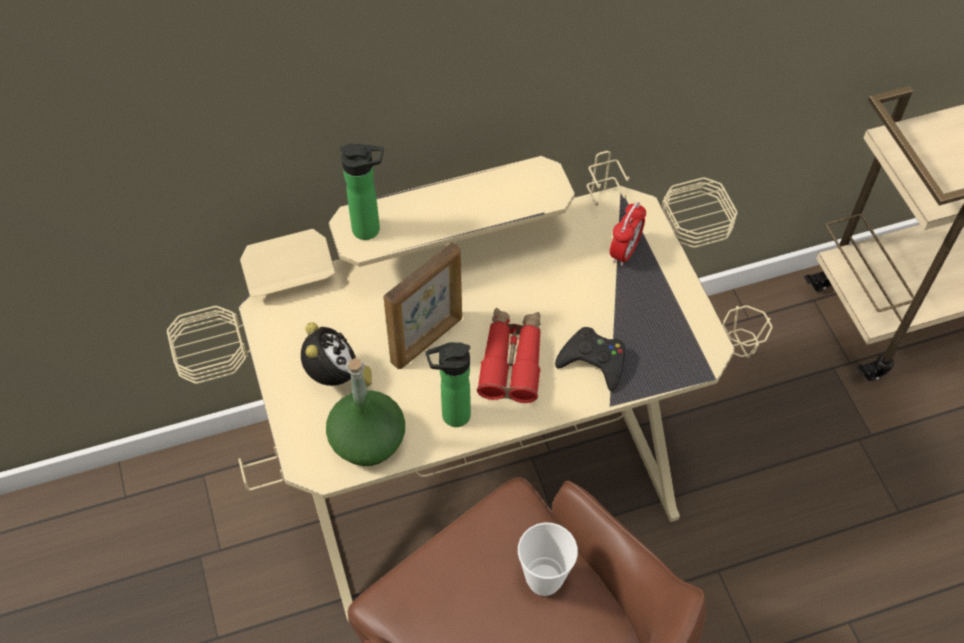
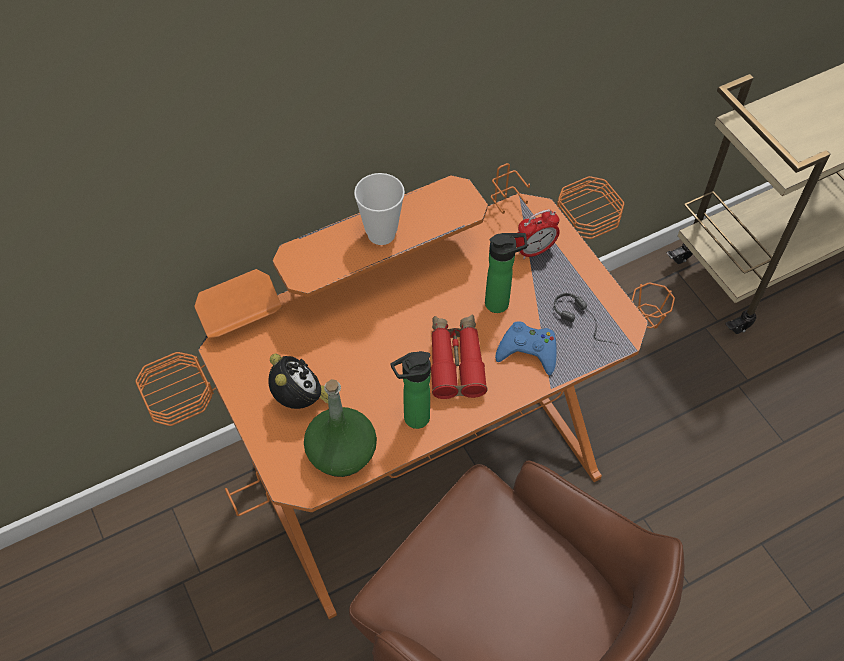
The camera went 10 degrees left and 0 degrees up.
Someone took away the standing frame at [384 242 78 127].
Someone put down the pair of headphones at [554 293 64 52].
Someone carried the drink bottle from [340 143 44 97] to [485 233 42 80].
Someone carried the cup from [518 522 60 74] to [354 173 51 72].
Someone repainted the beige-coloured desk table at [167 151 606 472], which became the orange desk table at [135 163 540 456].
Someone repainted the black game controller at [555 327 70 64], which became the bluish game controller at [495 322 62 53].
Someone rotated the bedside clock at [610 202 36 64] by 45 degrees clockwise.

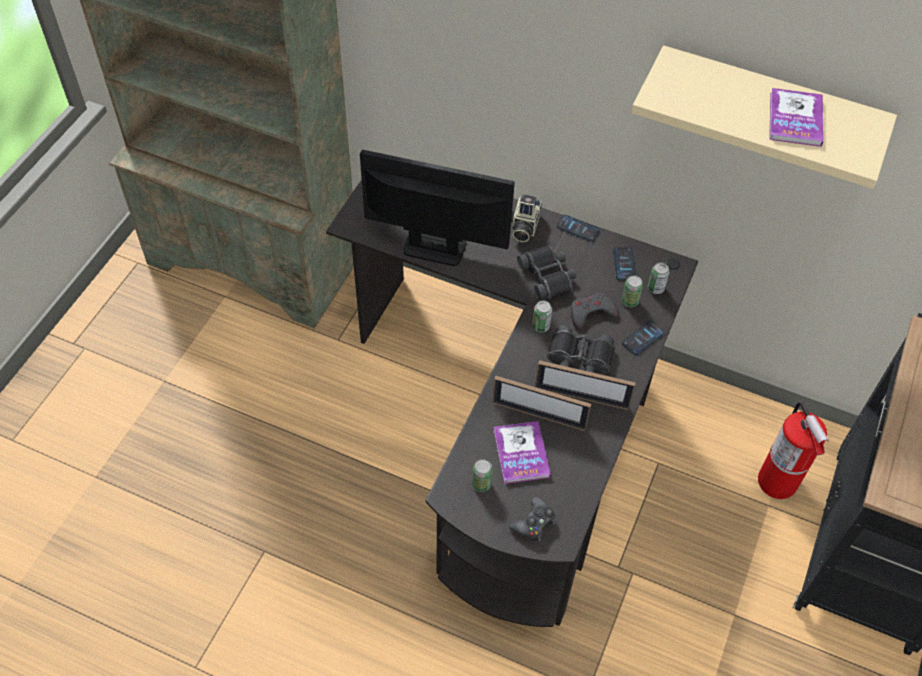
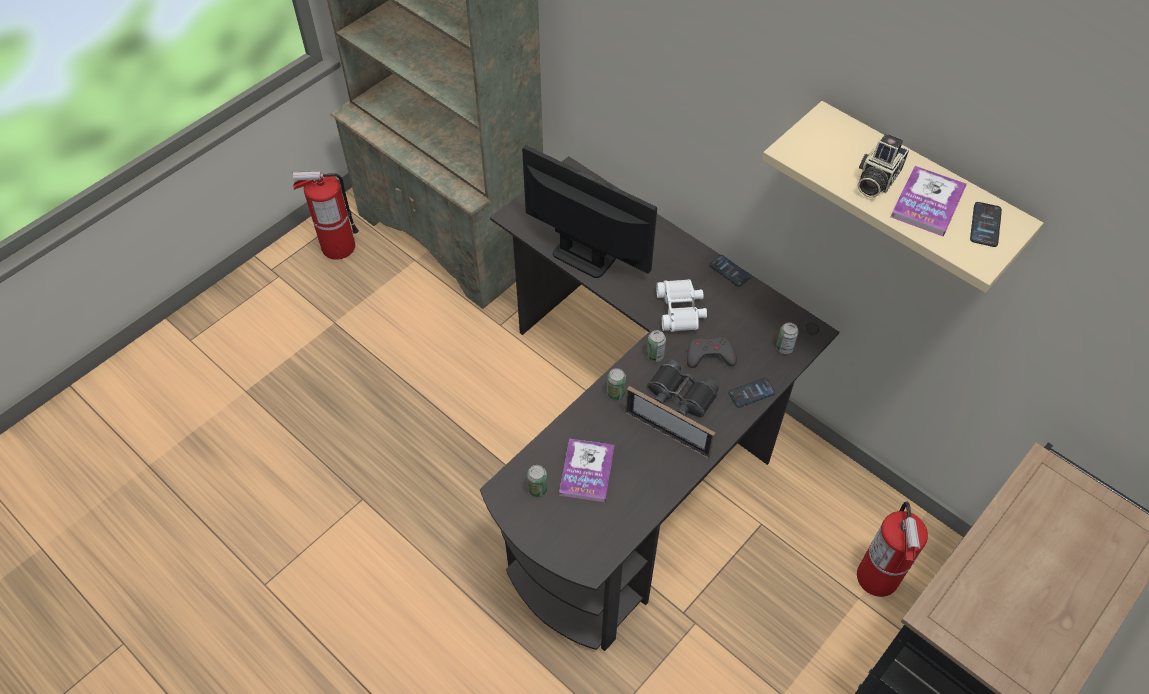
The camera went 20 degrees right and 0 degrees up.
Someone took away the standing frame at [492 376 99 55].
Someone took away the black game controller at [509 497 47 45].
Someone put down the extinguisher at [293 171 66 89].
Someone carried the photo camera from [511 194 31 48] to [858 133 51 64].
Someone carried the telephone from [613 247 24 33] to [970 202 32 45].
Someone carried the sealed can from [622 276 21 31] to [607 368 19 32].
Someone repainted the black field glasses at [517 245 59 56], which became the white field glasses at [656 279 51 53].

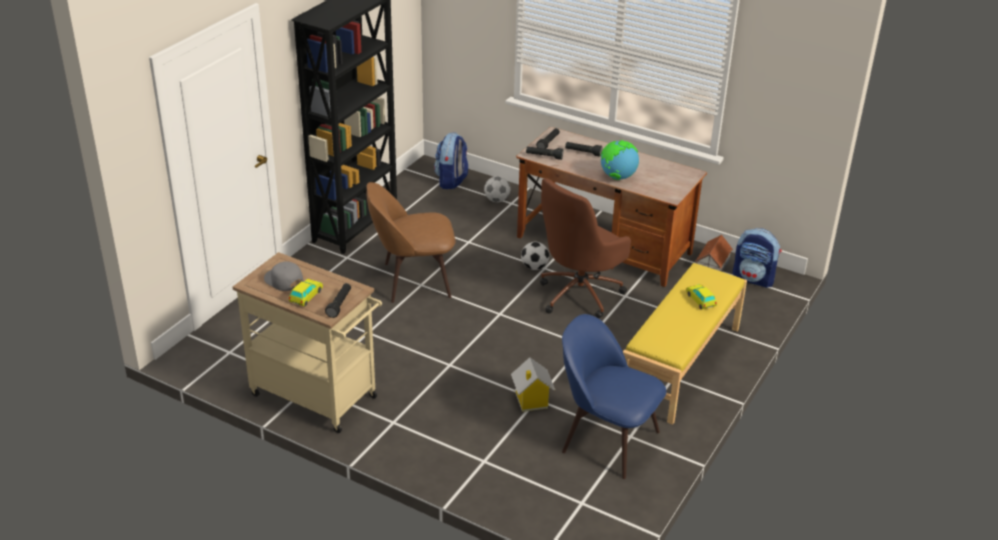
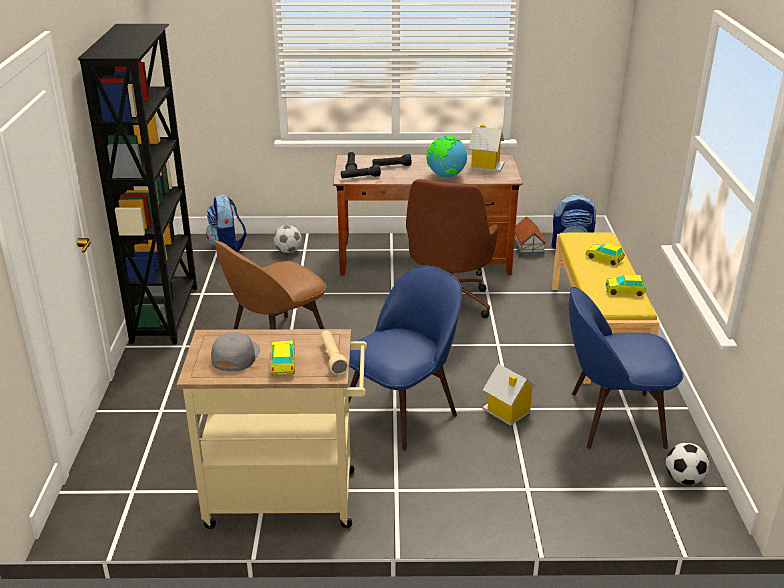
The camera went 30 degrees left and 5 degrees down.
Someone put down the bluish upright chair at [349 265 113 186].
Someone put down the toy house at [469 124 36 48].
Someone put down the toy car at [606 275 40 21].
Someone carried the football from [521 242 28 28] to [666 443 44 42].
Someone repainted the black flashlight at [325 283 26 35], which became the beige-coloured flashlight at [321 331 28 44].
Someone rotated the greyish peaked cap at [264 261 39 30] by 90 degrees clockwise.

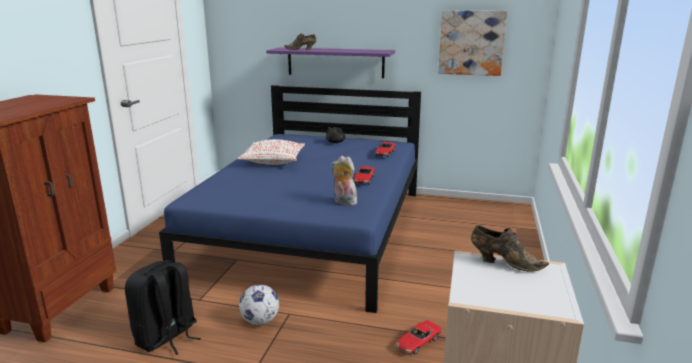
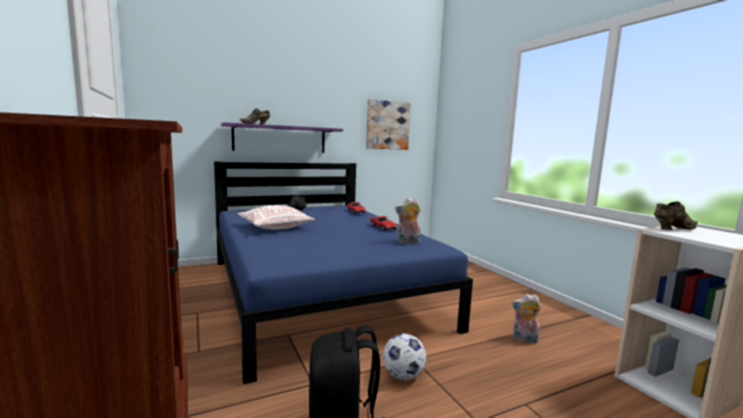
The camera went 40 degrees left and 10 degrees down.
Someone swapped the toy car at [396 320 46 34] for the soft toy at [512 294 29 49].

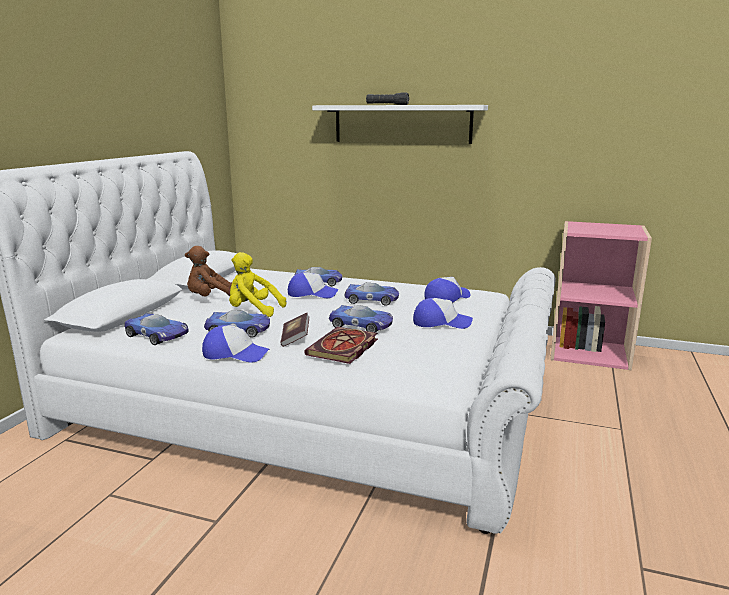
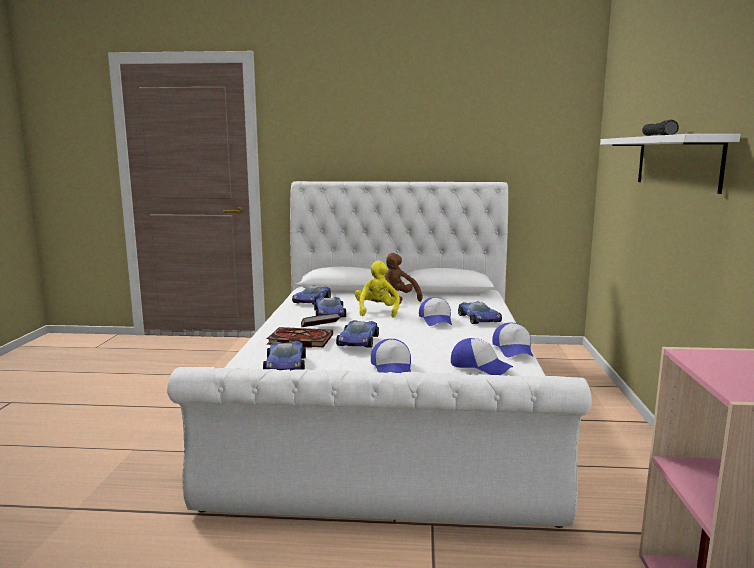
The camera went 75 degrees right and 5 degrees down.
Someone carried the peaked cap from [202 325 68 37] to [492 323 41 34].
Someone carried the toy car from [344 283 55 23] to [263 341 43 29].

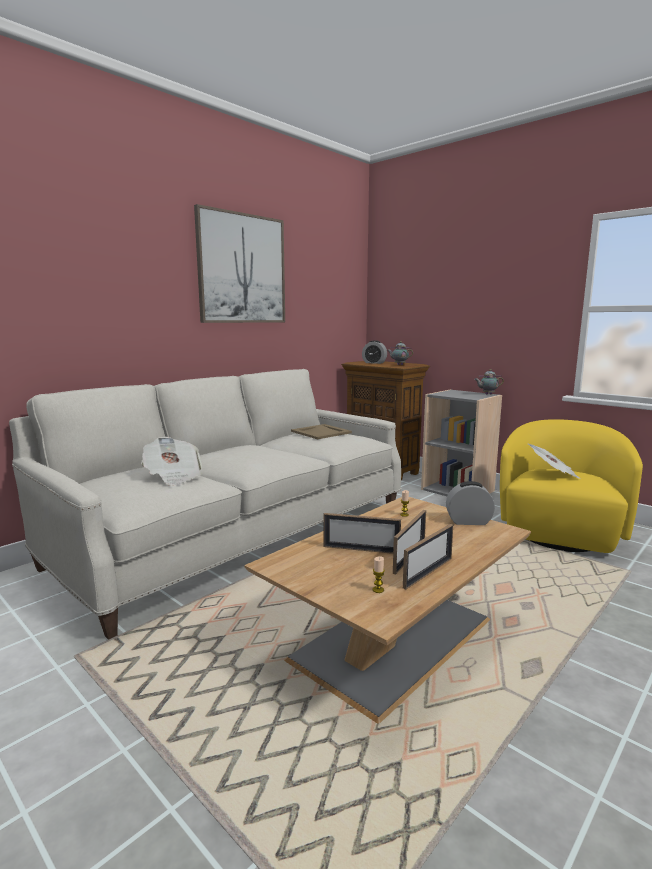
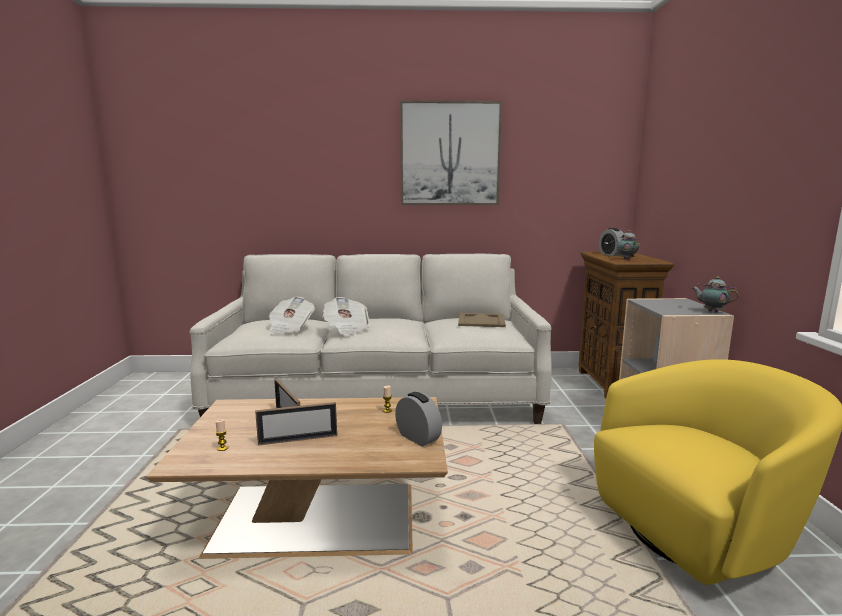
The camera went 45 degrees right and 0 degrees up.
Someone took away the standing frame at [403 524 50 66].
Someone carried the daily paper from [527 443 53 36] to [323 297 46 39].

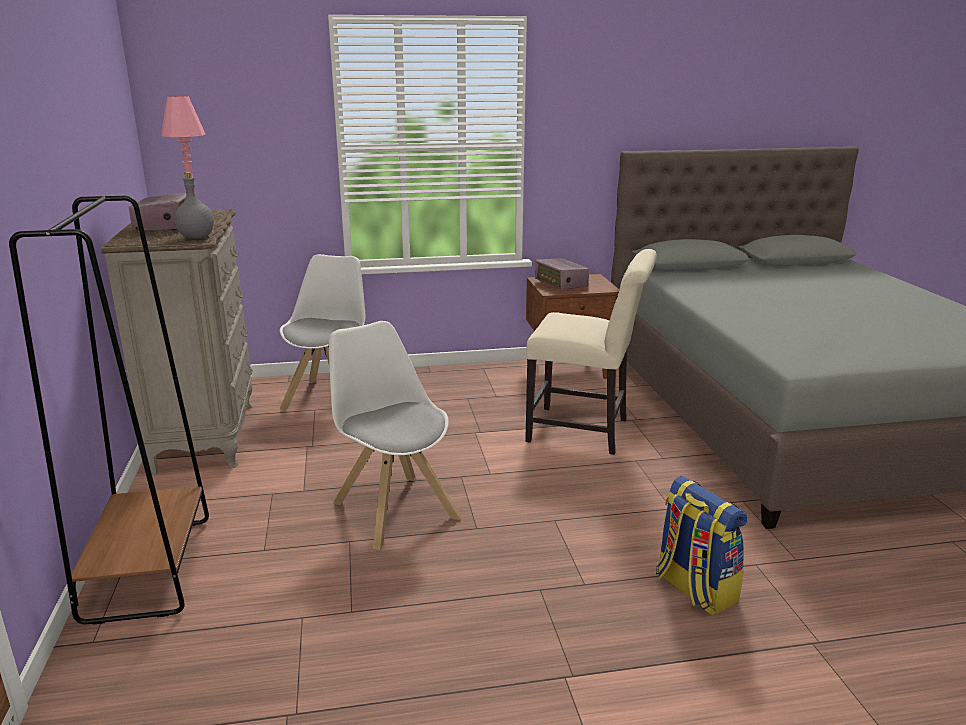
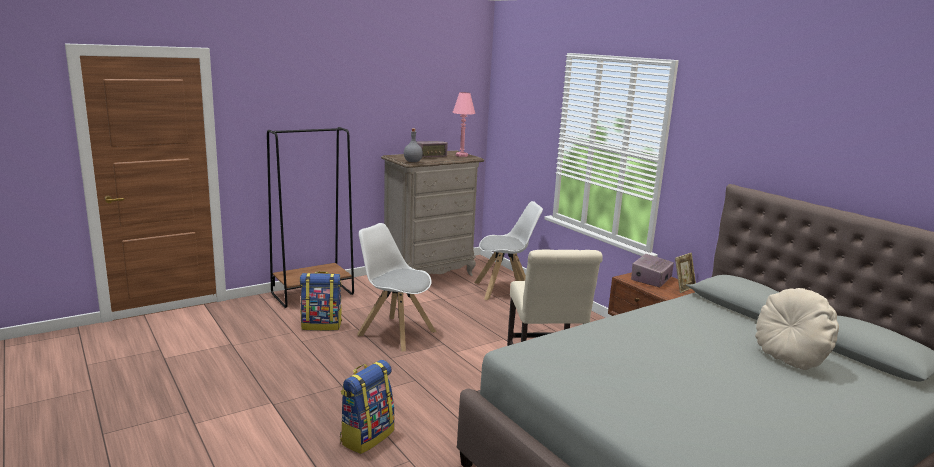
The camera went 65 degrees right and 5 degrees down.
Someone put down the rucksack at [300 271 42 60].
Someone put down the standing frame at [675 253 21 40].
Someone put down the beige-coloured throw pillow at [755 288 84 82].
Someone rotated the upright chair at [329 321 132 229] by 90 degrees counterclockwise.

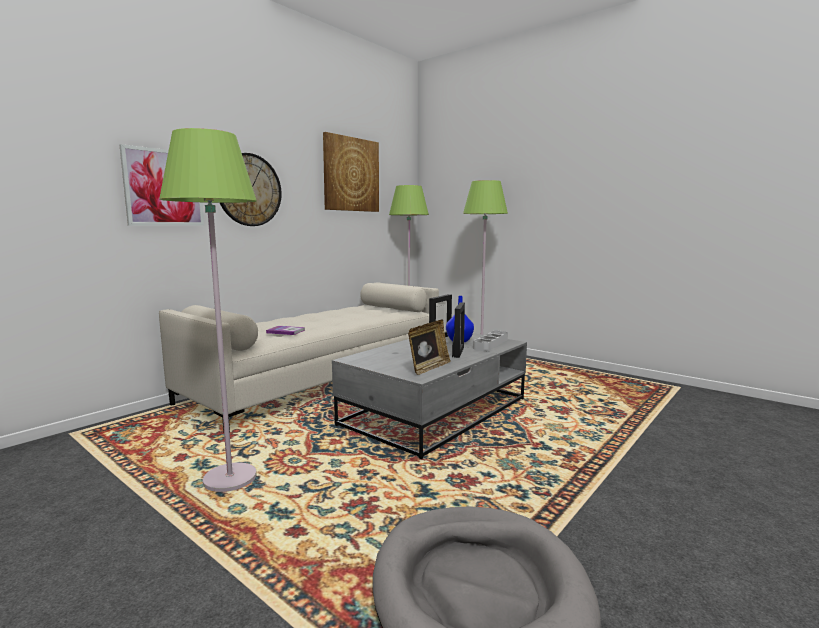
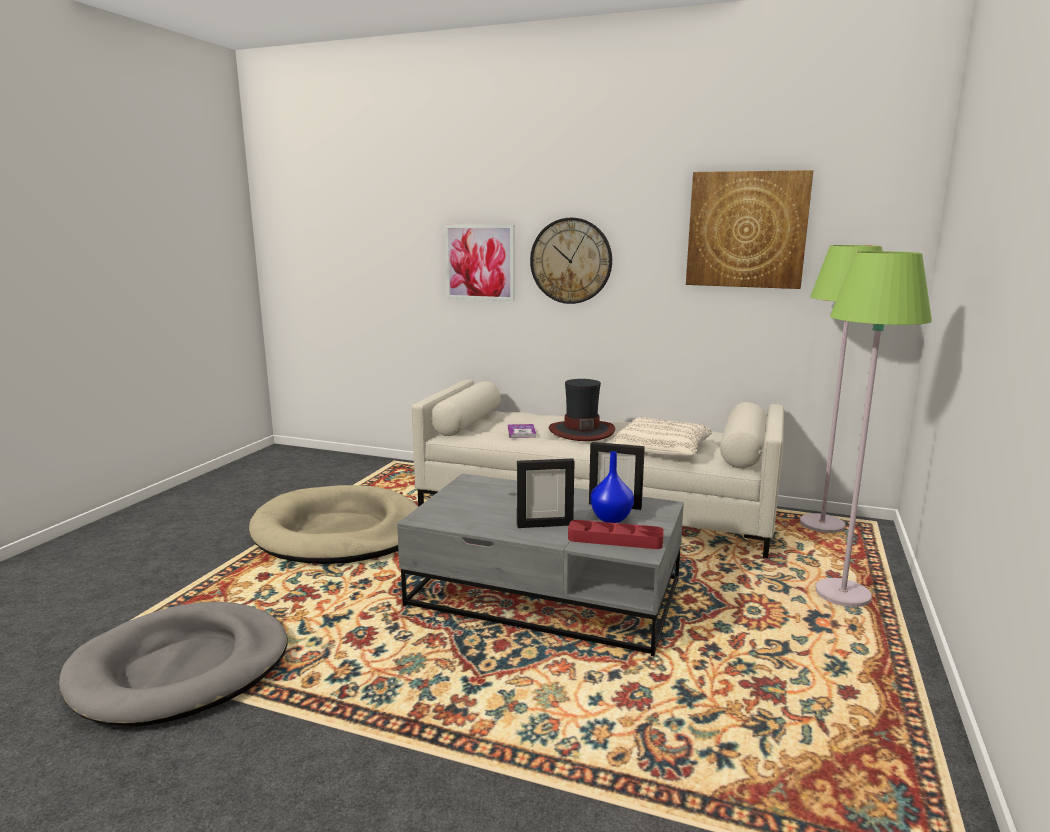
The camera went 70 degrees right and 5 degrees up.
Someone took away the standing frame at [408 320 43 55].
Someone put down the hat at [549 379 66 62].
Someone put down the beige-coloured throw pillow at [613 417 99 40].
Someone swapped the green-coloured standing lamp at [159 128 98 364] for the beige-coloured dog bed at [249 485 170 79].
Someone repainted the greyish tray at [473 331 35 20], which became the red tray at [568 520 96 29].

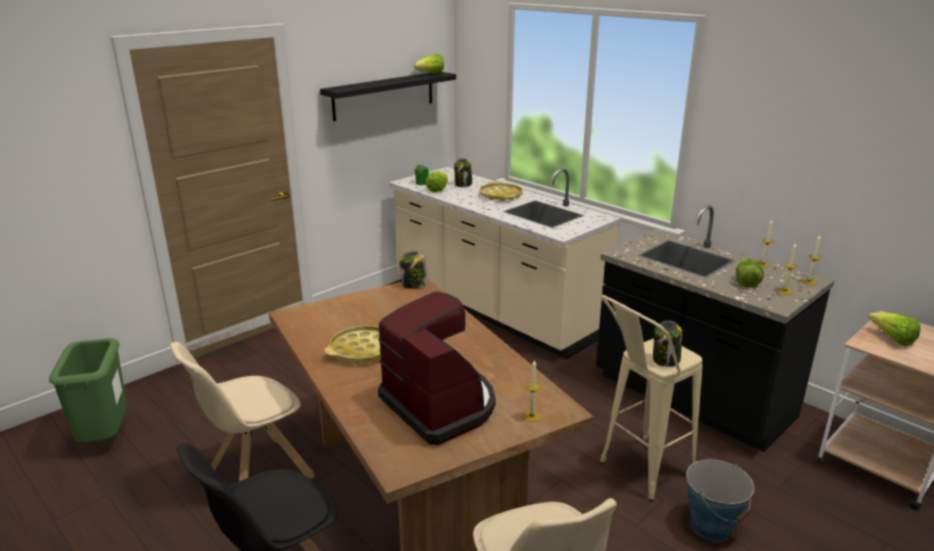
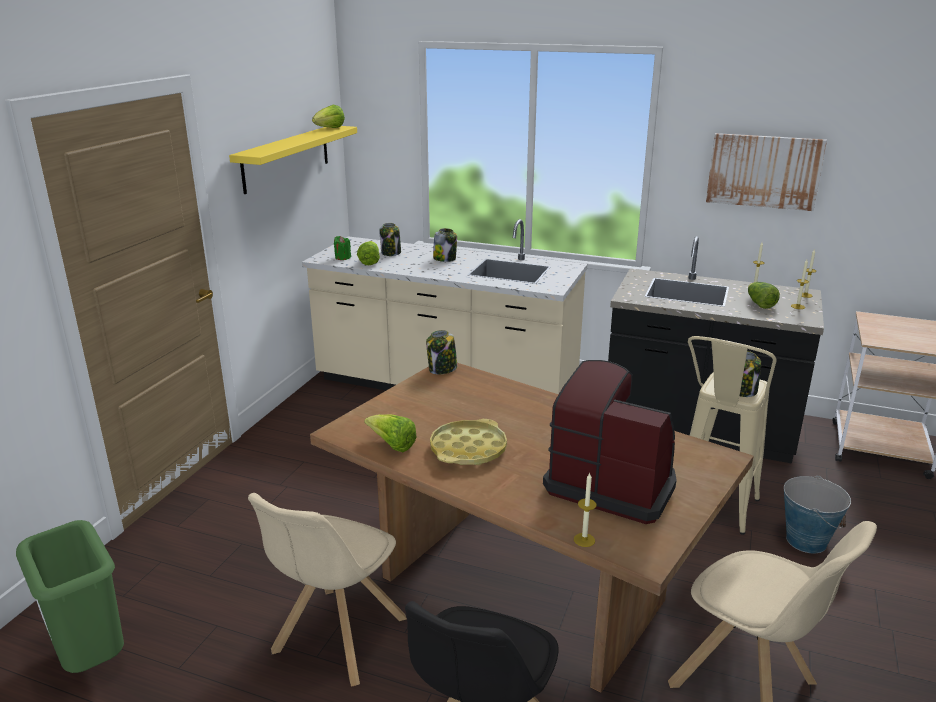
The camera went 25 degrees left and 0 degrees up.
Someone put up the picture at [706 133 121 78].
Someone carried the wax light from [523 359 18 63] to [574 472 23 75].
Someone carried the lettuce head from [868 312 53 34] to [364 414 53 38].
Someone swapped the yellowish tray at [480 182 43 19] for the storage jar at [433 228 24 34].
Someone repainted the black wall shelf at [320 72 136 49], which became the yellowish wall shelf at [229 126 128 68].

